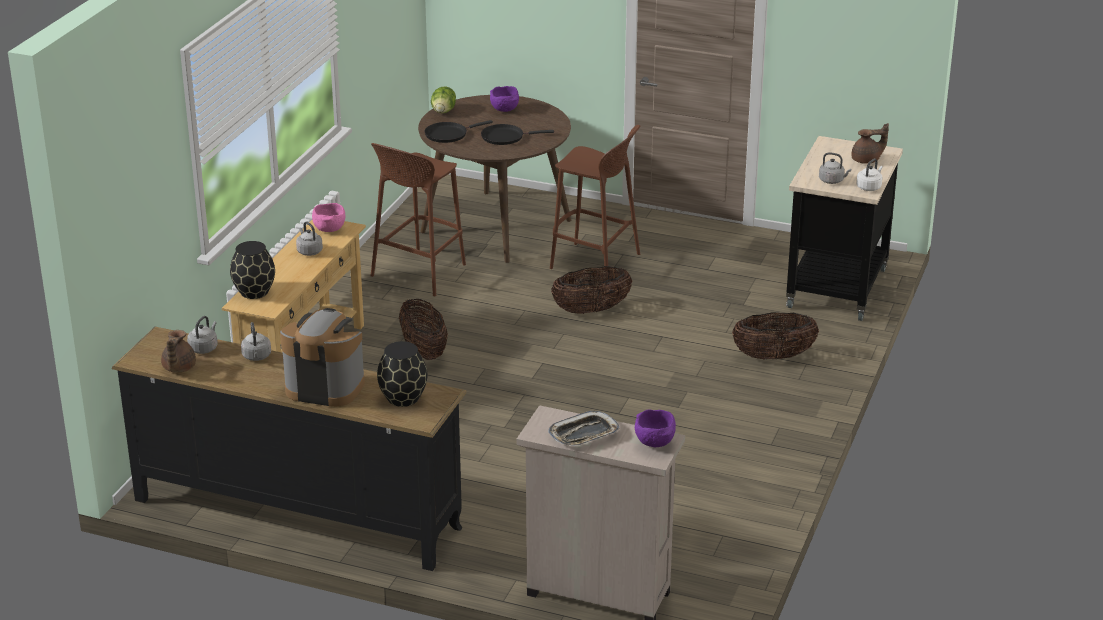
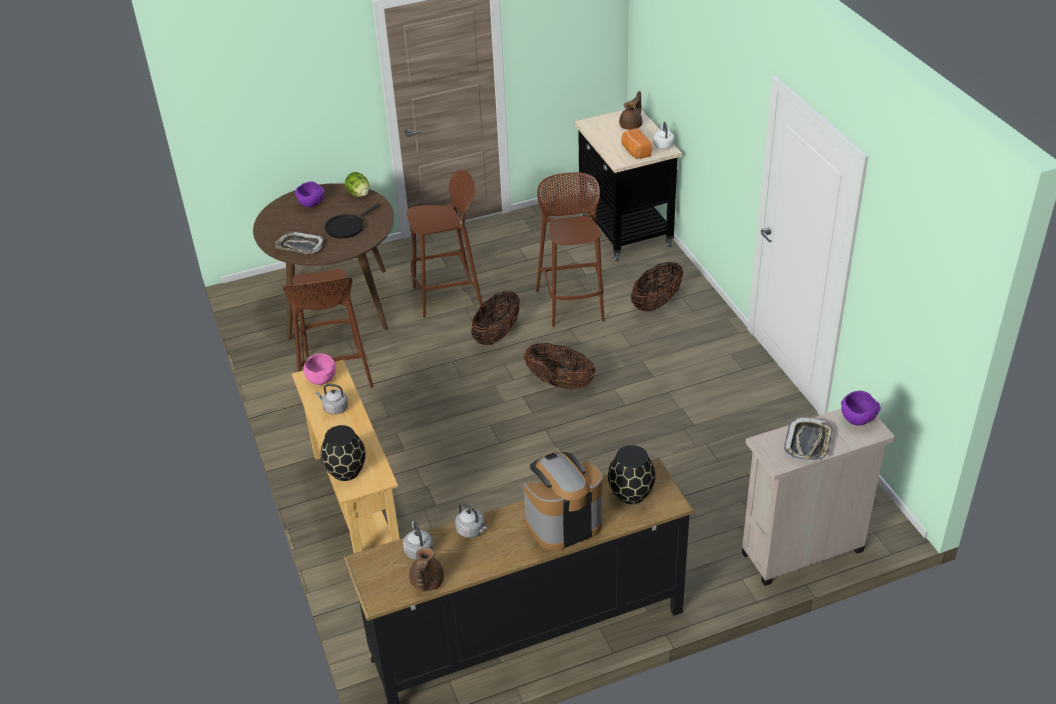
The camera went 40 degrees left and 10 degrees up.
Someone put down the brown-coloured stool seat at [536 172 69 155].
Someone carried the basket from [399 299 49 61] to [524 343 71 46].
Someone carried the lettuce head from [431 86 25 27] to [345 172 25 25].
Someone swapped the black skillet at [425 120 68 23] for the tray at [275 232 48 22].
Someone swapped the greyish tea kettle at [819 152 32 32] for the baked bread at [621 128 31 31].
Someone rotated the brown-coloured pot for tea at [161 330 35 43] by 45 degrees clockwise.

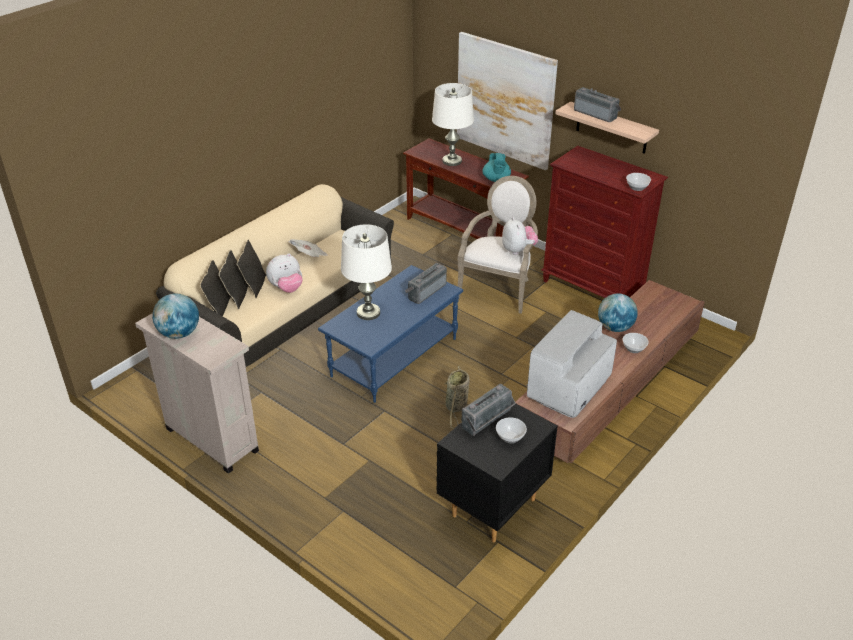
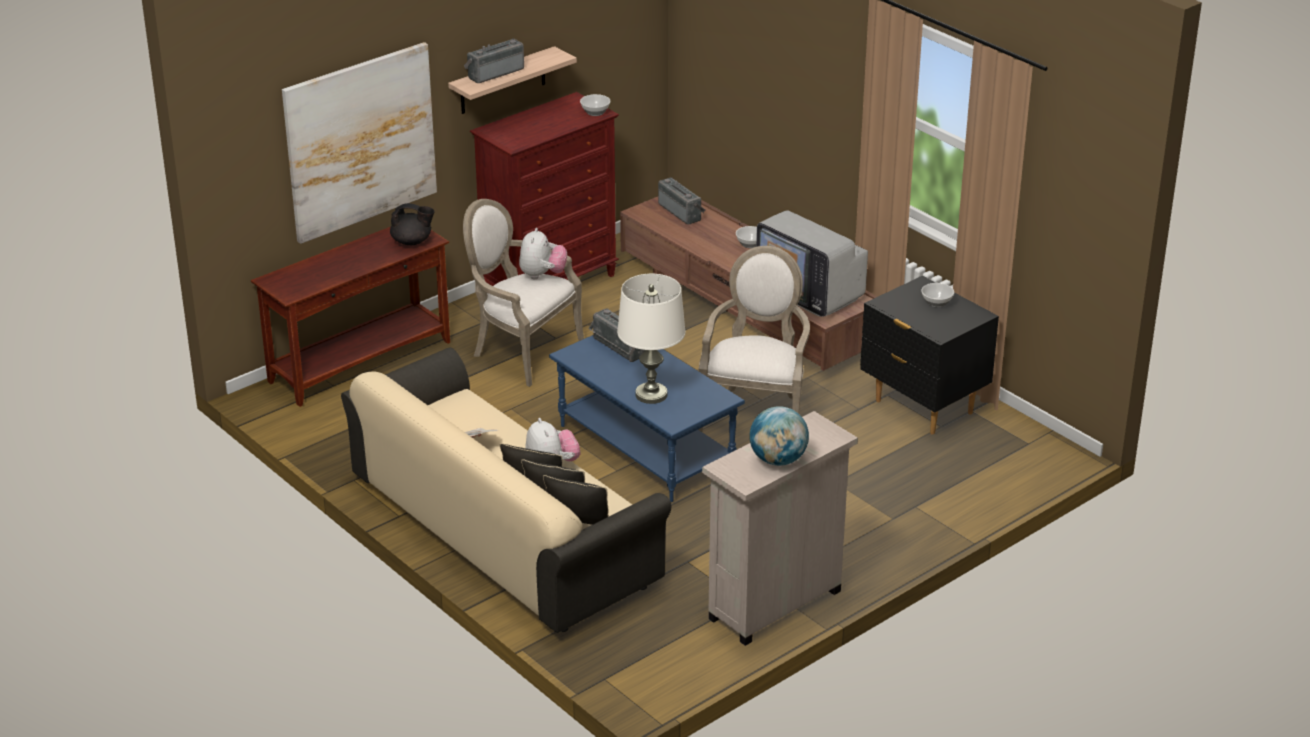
The camera went 80 degrees left and 5 degrees down.
Someone took away the white tabletop lamp at [432 83 42 83].
Someone took away the globe at [598 293 40 39].
Someone carried the radio from [461 384 55 52] to [658 178 47 46].
Someone swapped the basket at [444 366 26 63] for the easy chair at [698 246 112 186].
Someone repainted the turquoise-coloured pot for tea at [482 153 29 29], which became the black pot for tea at [390 203 45 42].
Someone rotated the soft toy at [502 217 36 38] by 105 degrees clockwise.

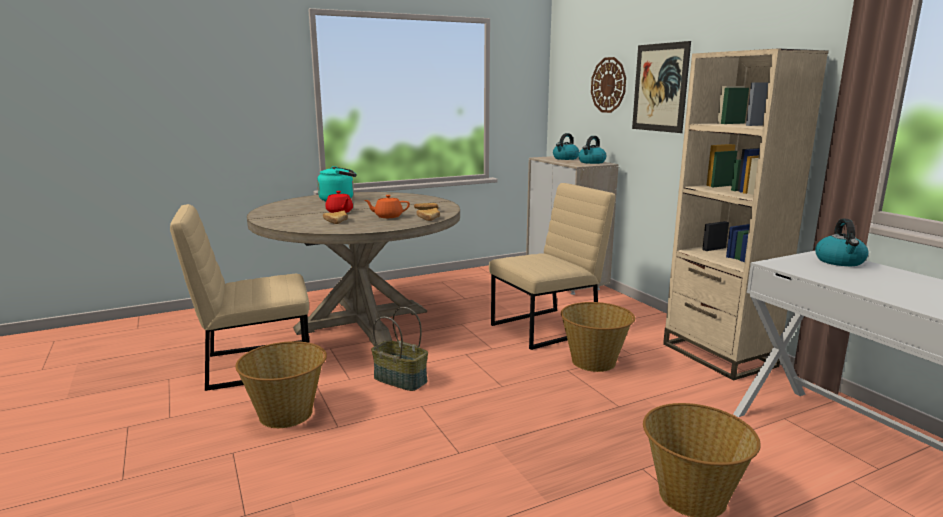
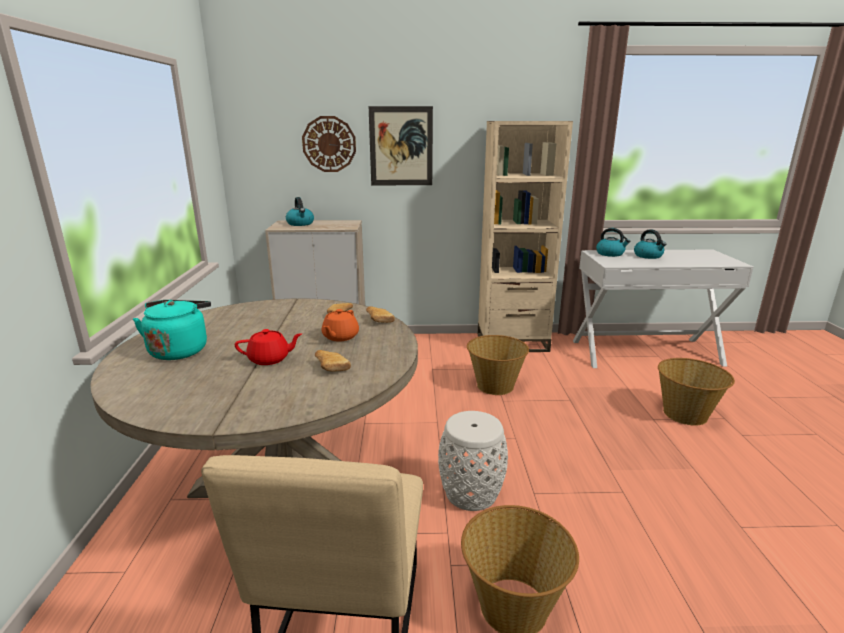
The camera went 65 degrees left and 5 degrees up.
Someone took away the beige-coloured upright chair at [489 183 126 167].
Someone carried the tea kettle from [578 136 28 28] to [634 229 32 30].
Someone swapped the basket at [371 307 57 84] for the white stool seat at [438 411 70 100].

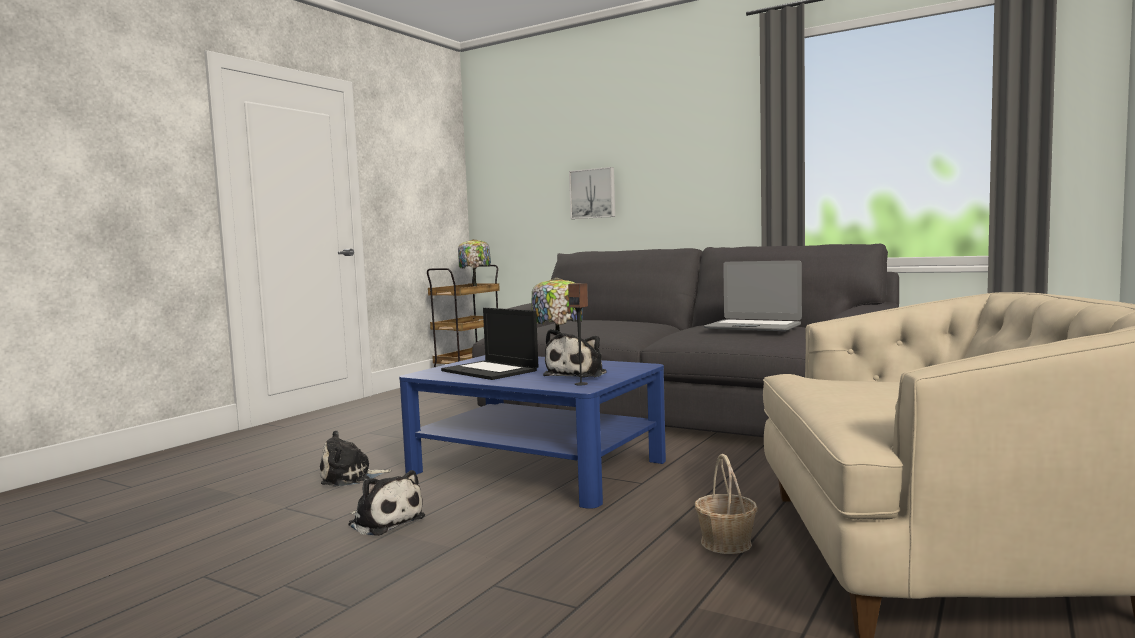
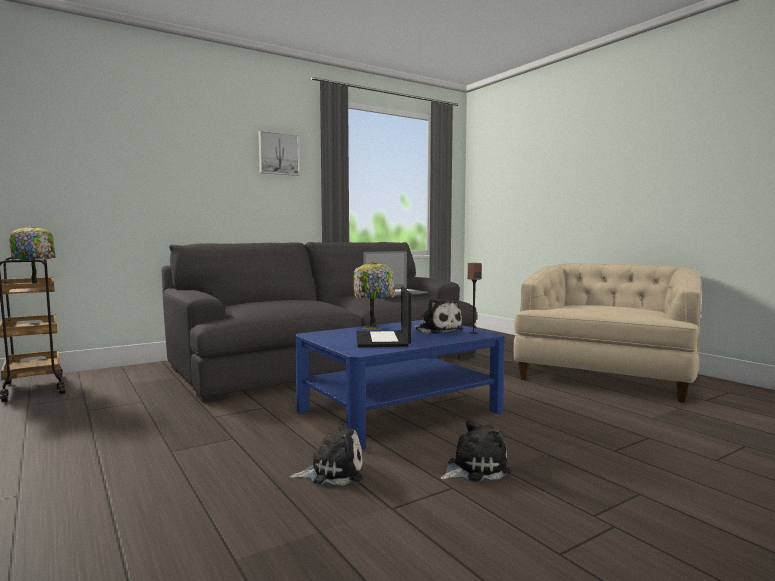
The camera went 65 degrees left and 0 degrees up.
Someone took away the basket at [695 454 63 100].
Someone carried the picture from [569 167 46 52] to [259 131 40 45].
Someone rotated the soft toy at [320 430 72 56] by 105 degrees counterclockwise.
Someone rotated the notebook computer at [441 308 97 72] by 105 degrees clockwise.

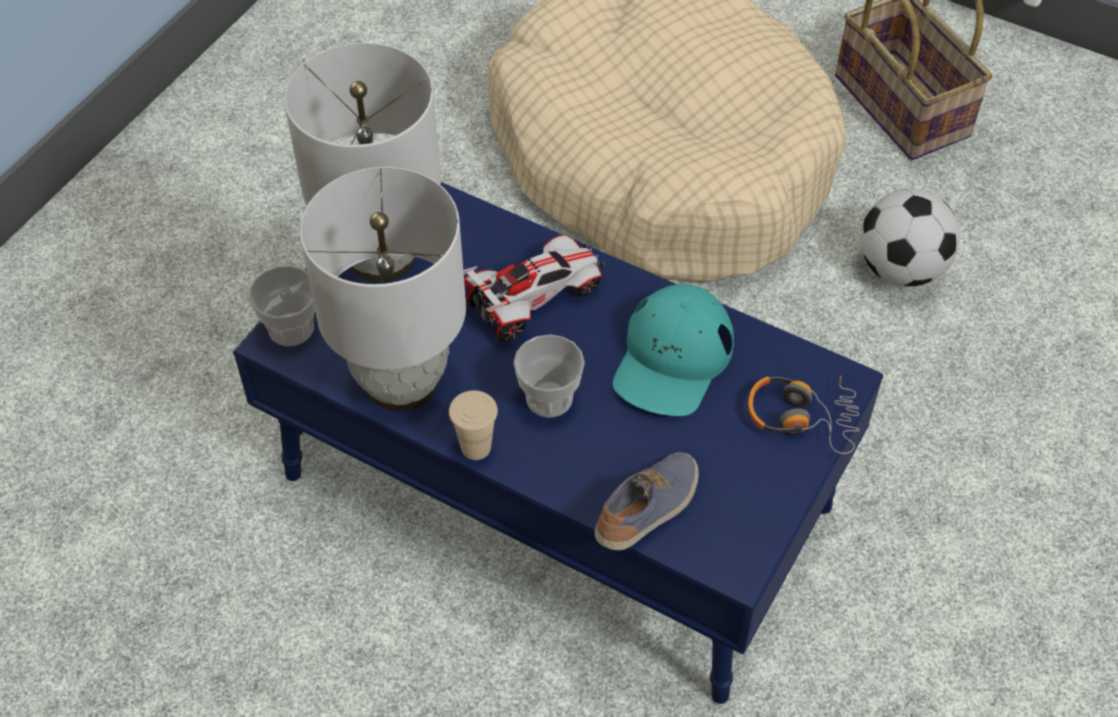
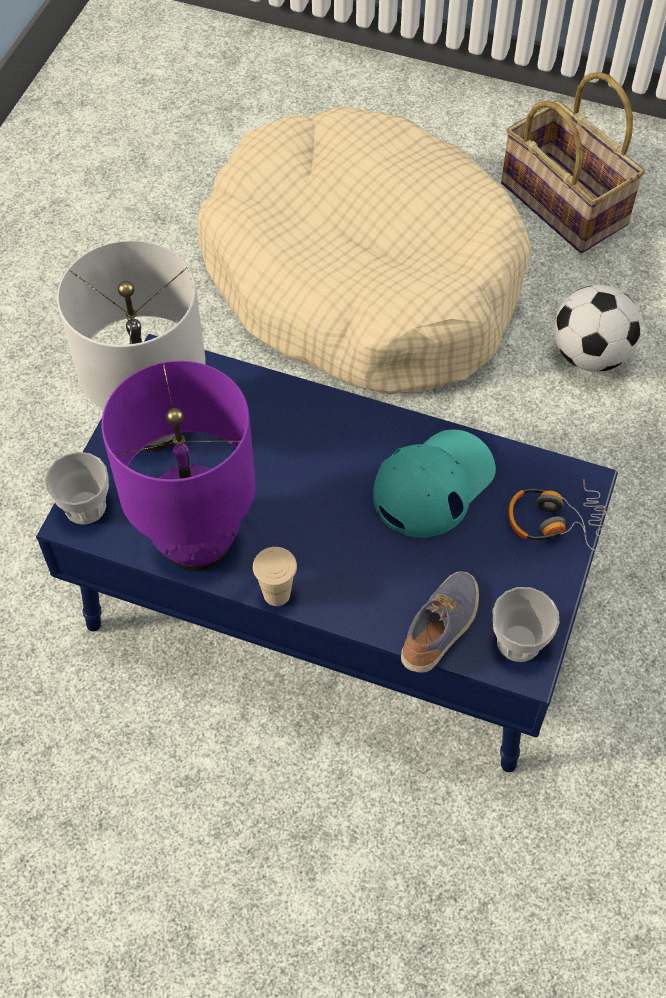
The camera went 10 degrees left and 5 degrees up.
Someone took away the toy car at [463 235 142 107].
Someone carried the cup from [513 334 72 84] to [493 587 66 75].
Someone repainted the white tabletop lamp at [300 167 166 244], which became the purple tabletop lamp at [101 361 154 210].
Someone rotated the turquoise-coloured peaked cap at [613 284 121 132] by 150 degrees counterclockwise.

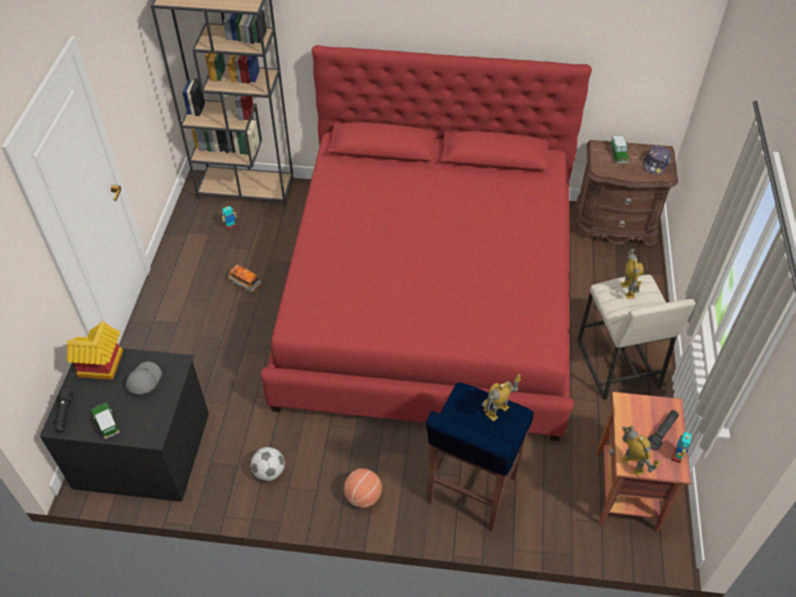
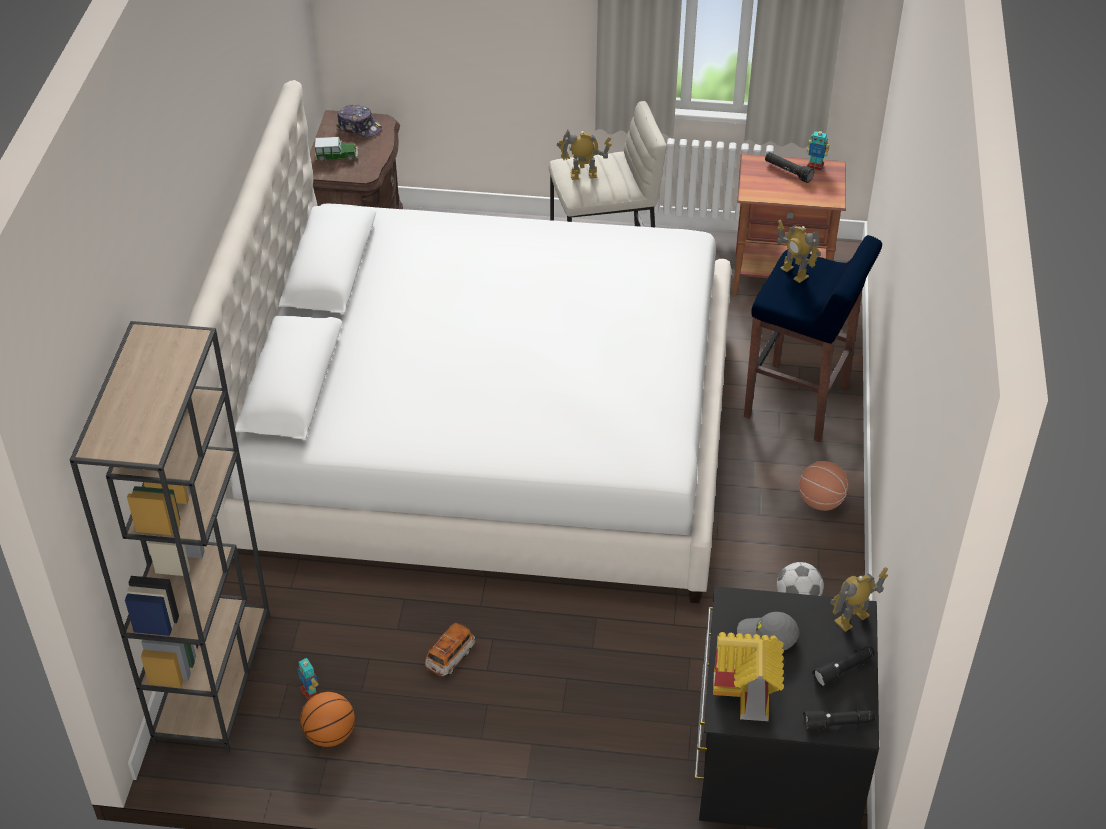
The camera went 90 degrees left and 5 degrees down.
Someone put down the basketball ball at [300 692 55 55].
Someone carried the robot figure from [621 426 40 51] to [830 567 58 65].
Someone swapped the toy car at [91 403 29 36] for the black flashlight at [812 646 63 42].
Someone repainted the red sleeping bed at [261 45 331 396], which became the white sleeping bed at [186 80 545 523].

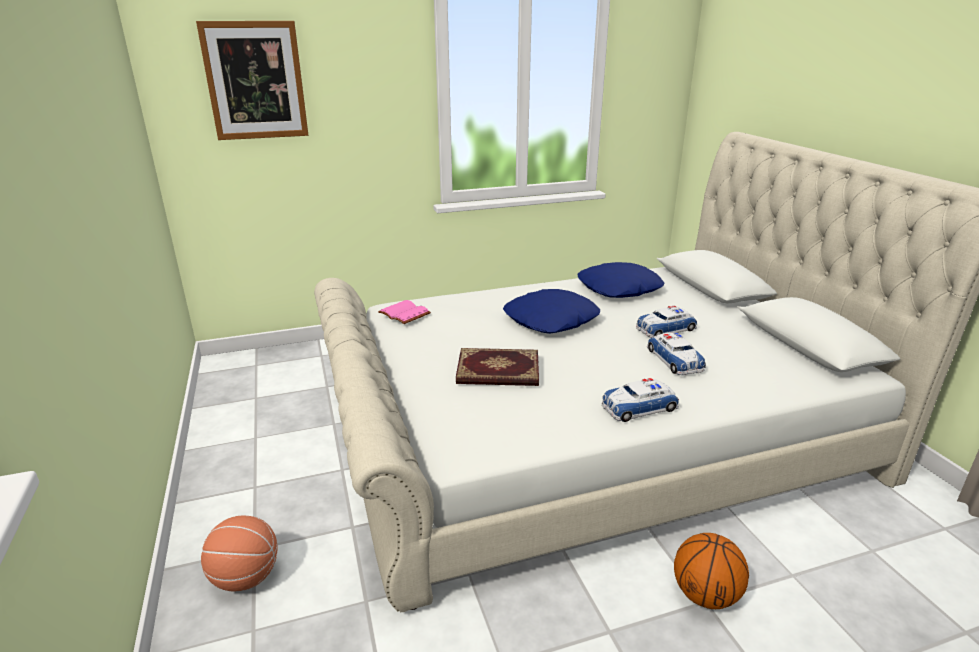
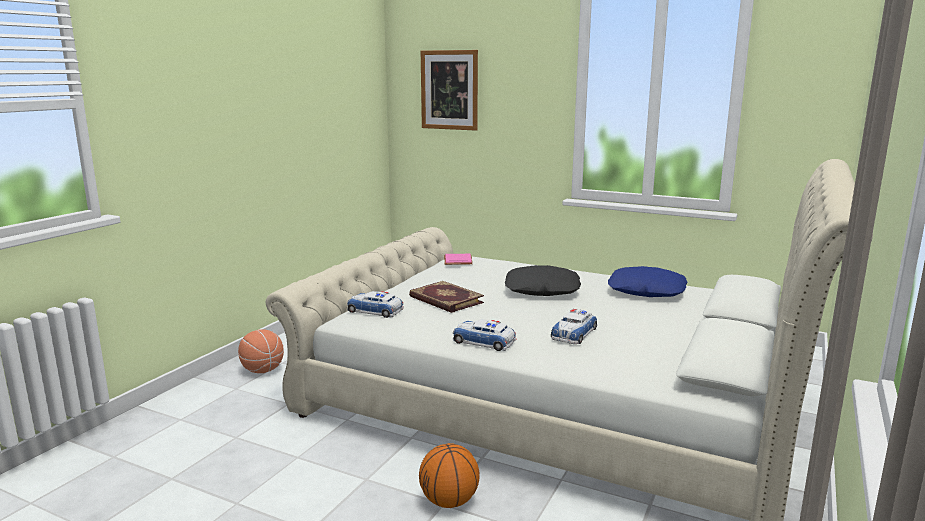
The camera went 45 degrees right and 10 degrees down.
Someone carried the toy car from [636 306 61 32] to [347 291 57 27].
Someone repainted the bluish throw pillow at [503 289 97 45], which became the black throw pillow at [505 265 76 31].

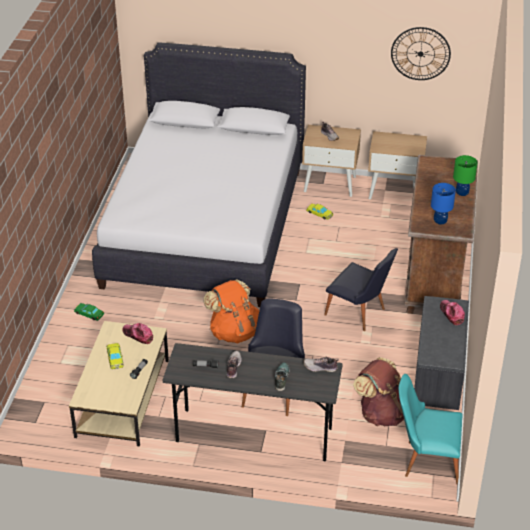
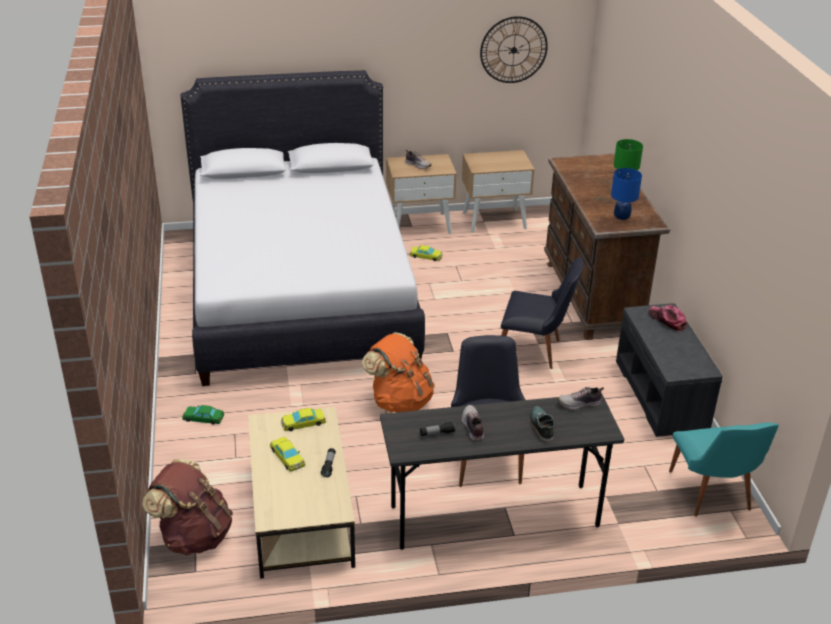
The camera went 20 degrees left and 5 degrees down.
Someone carried the brown-coloured rucksack from [353 357 51 69] to [142 459 91 97].
Someone swapped the peaked cap at [122 323 31 21] for the yellowish toy car at [281 408 45 23].
Someone rotated the turquoise-coloured upright chair at [398 374 65 110] by 90 degrees counterclockwise.

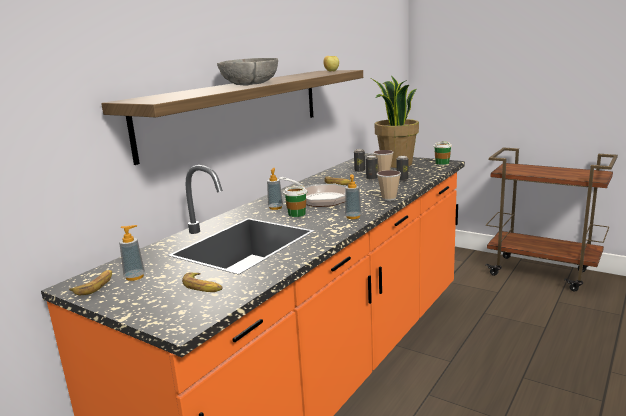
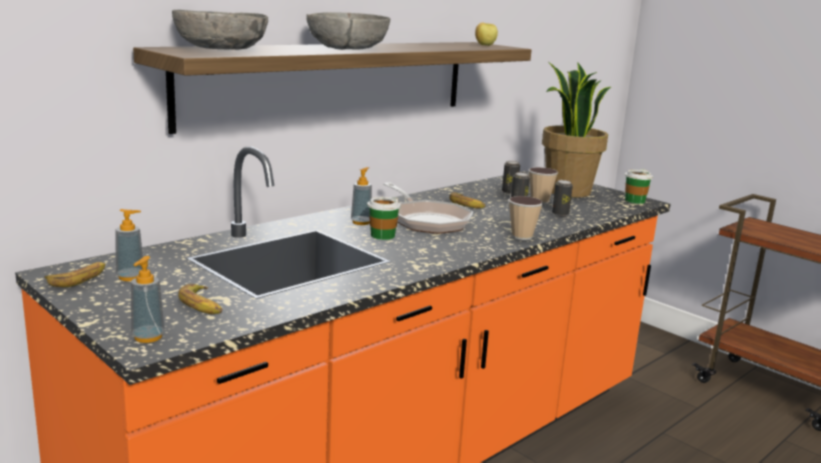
The camera went 10 degrees right and 0 degrees up.
Someone put down the greyish serving bowl at [172 10 96 40].
Someone carried the soap dispenser from [345 174 17 45] to [131 256 34 87].

